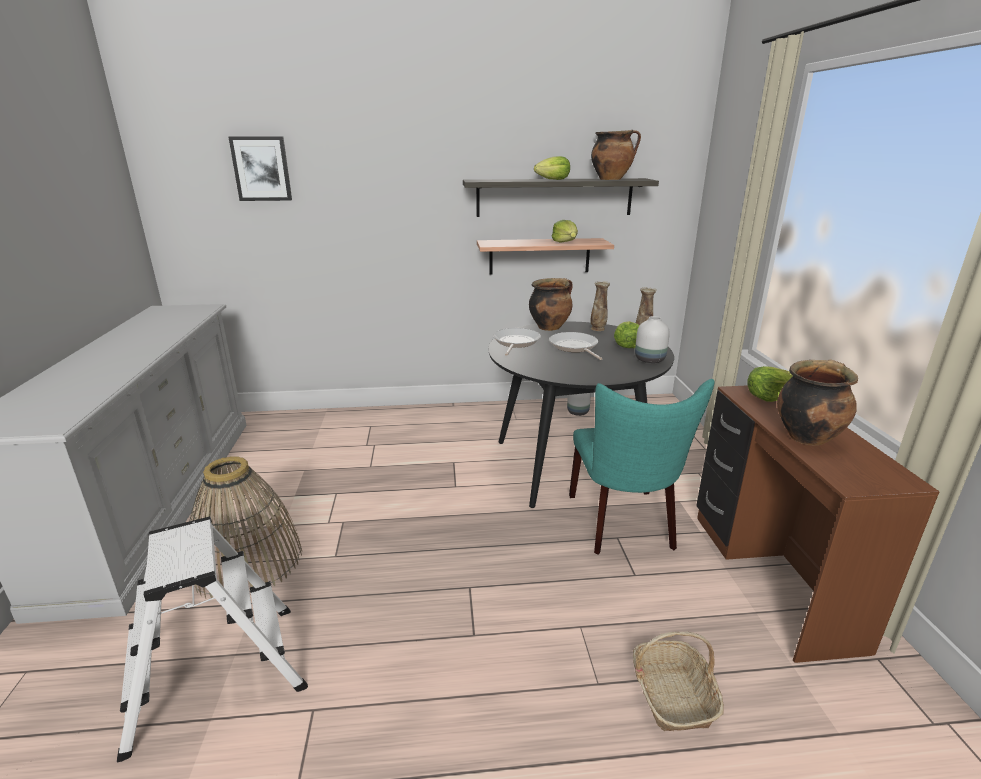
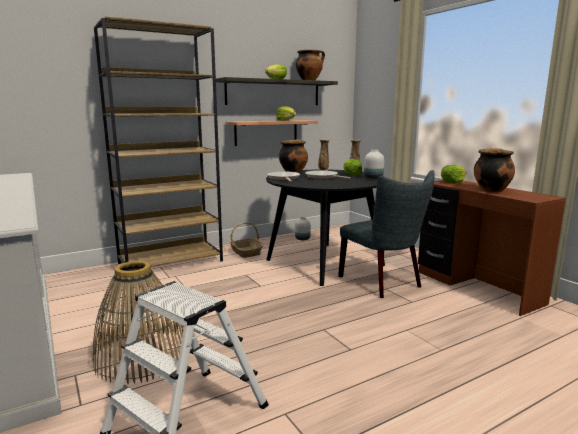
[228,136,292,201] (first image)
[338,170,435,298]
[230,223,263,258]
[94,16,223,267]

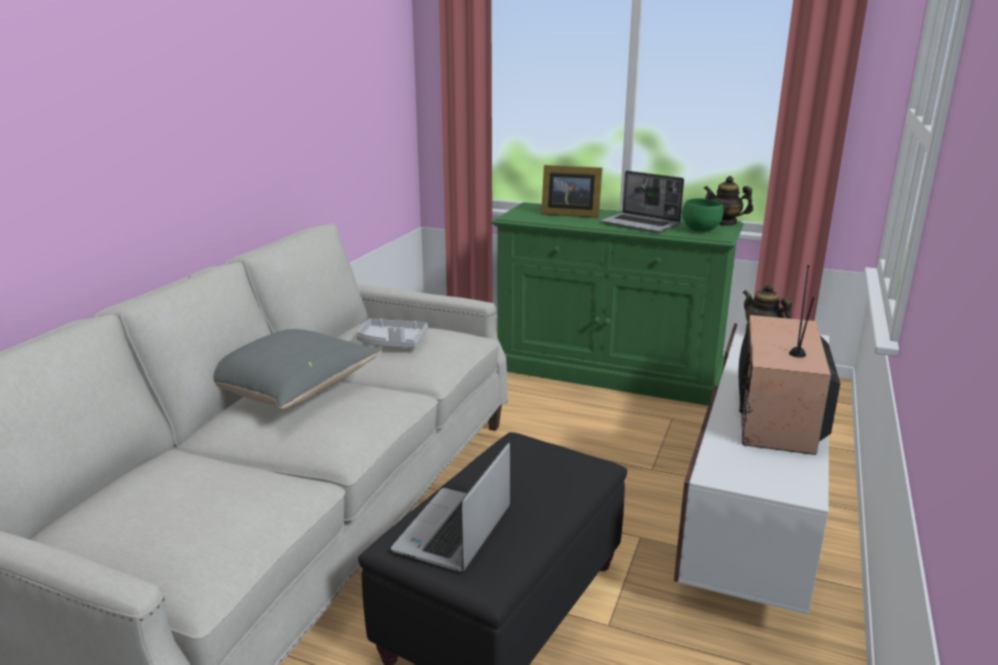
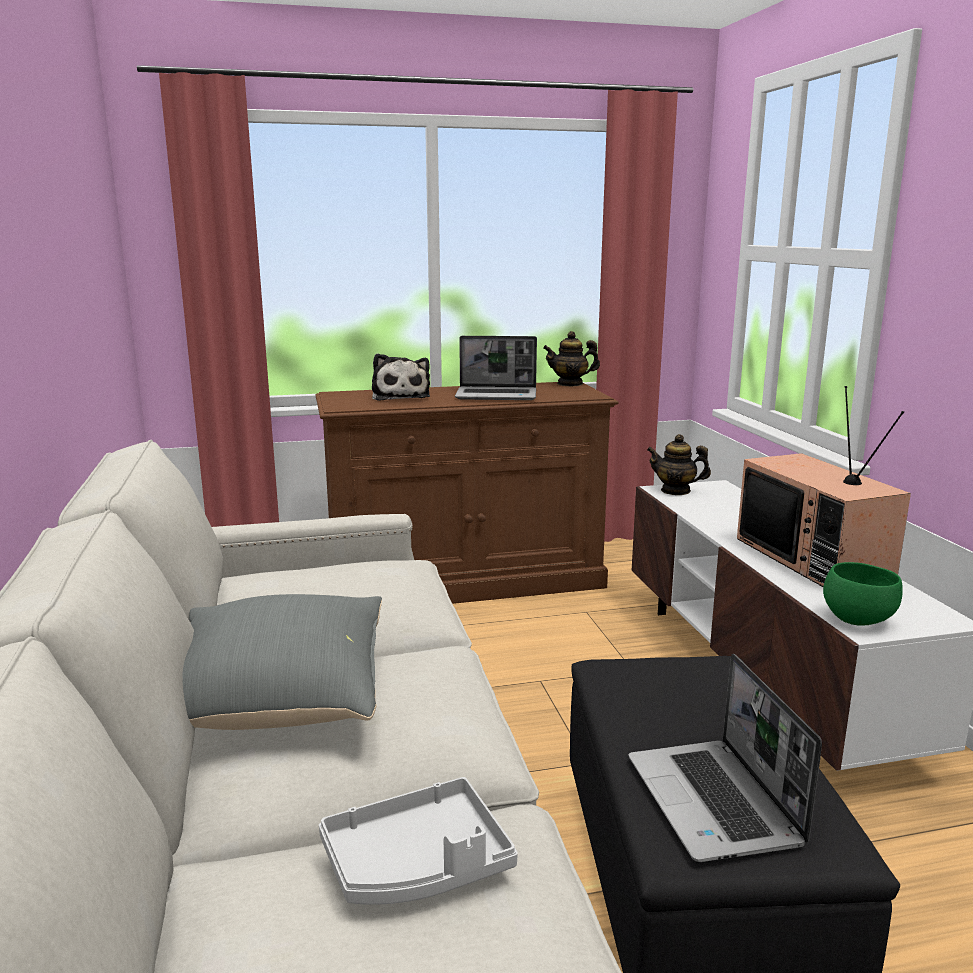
[319,777,518,905]
[315,382,619,604]
[372,353,430,401]
[823,562,903,626]

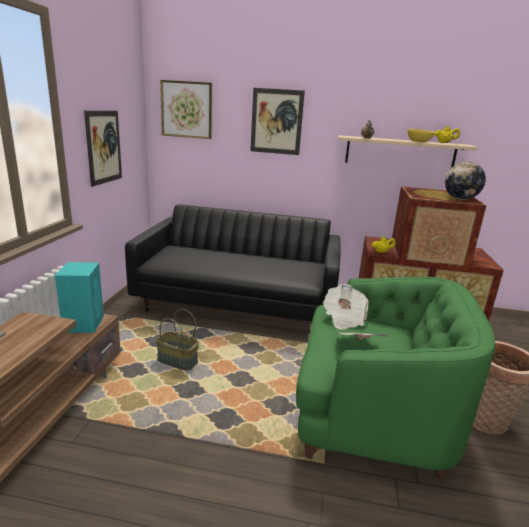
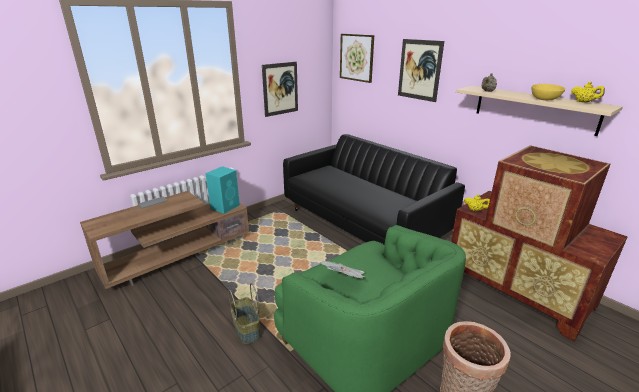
[228,283,261,344]
[323,284,369,329] (first image)
[445,162,486,200] (first image)

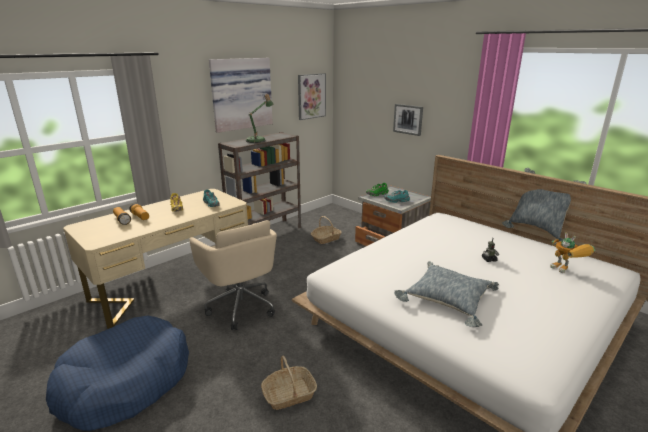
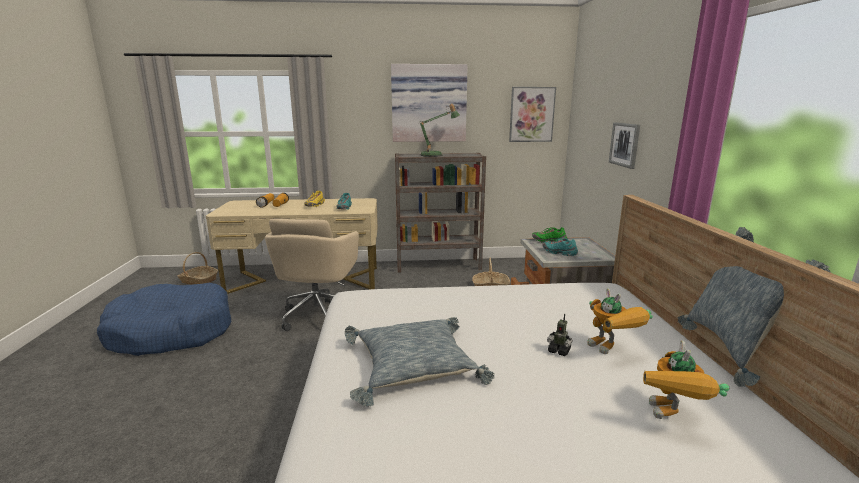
[178,252,218,285]
[587,288,653,354]

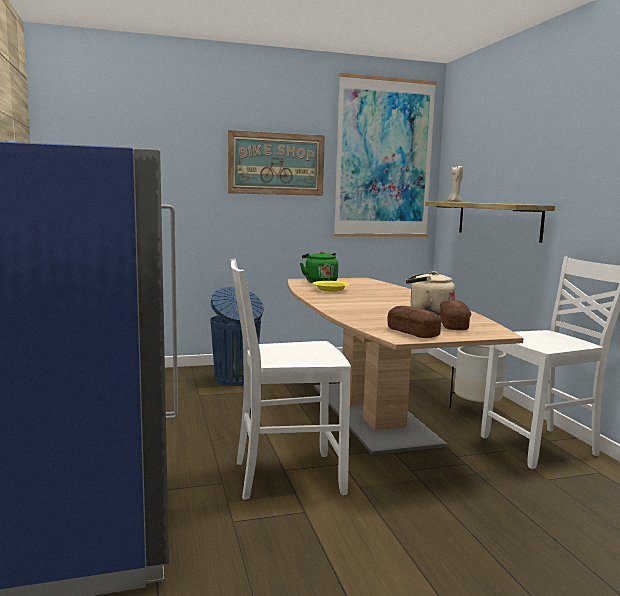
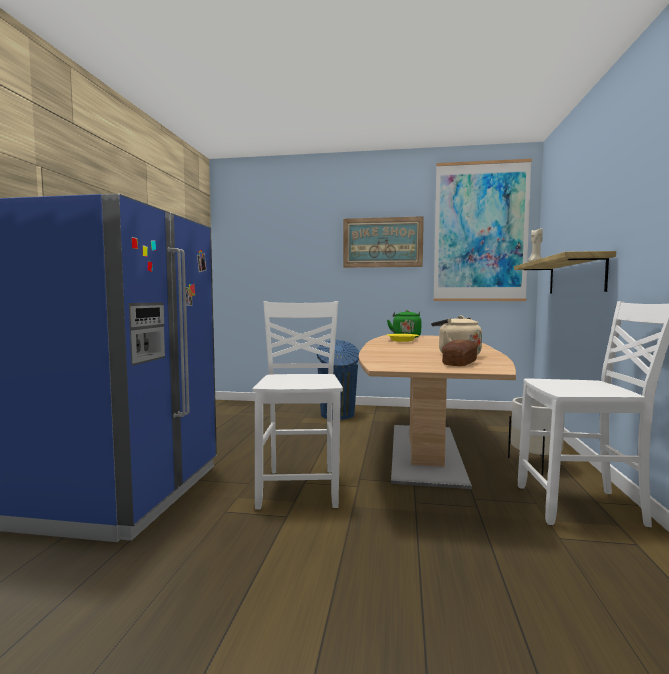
[253,301,343,510]
[387,306,442,338] (first image)

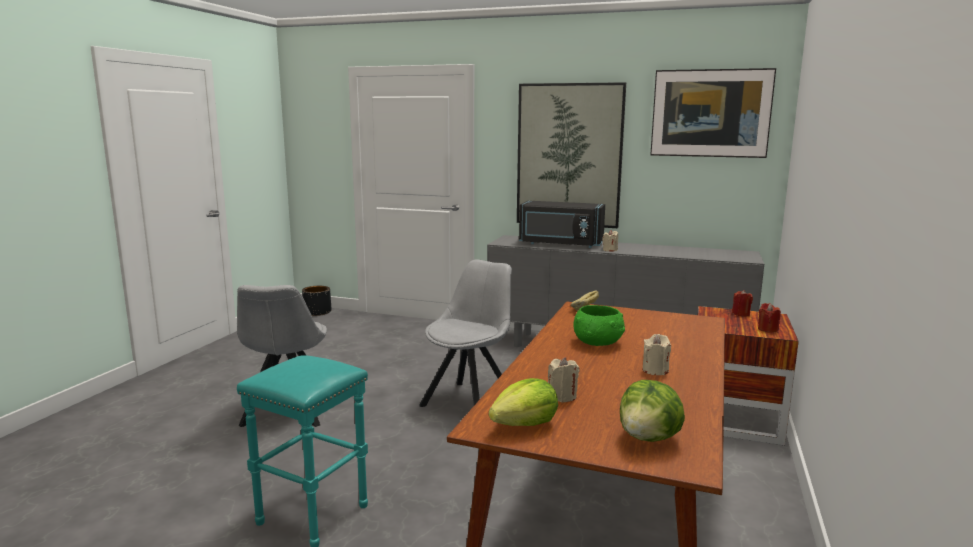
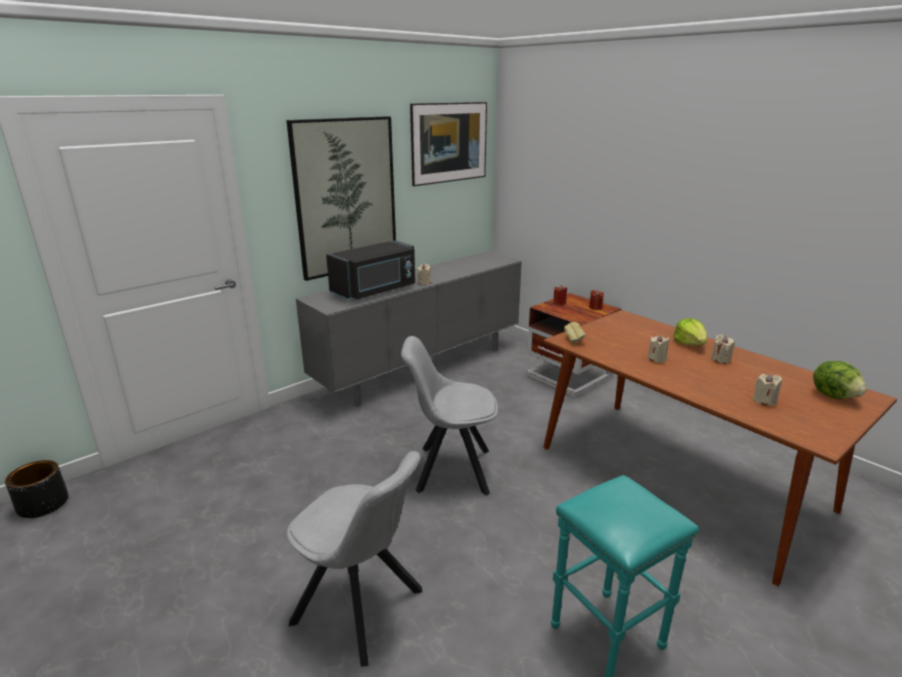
[401,336,498,495]
[673,318,707,346]
[648,335,670,363]

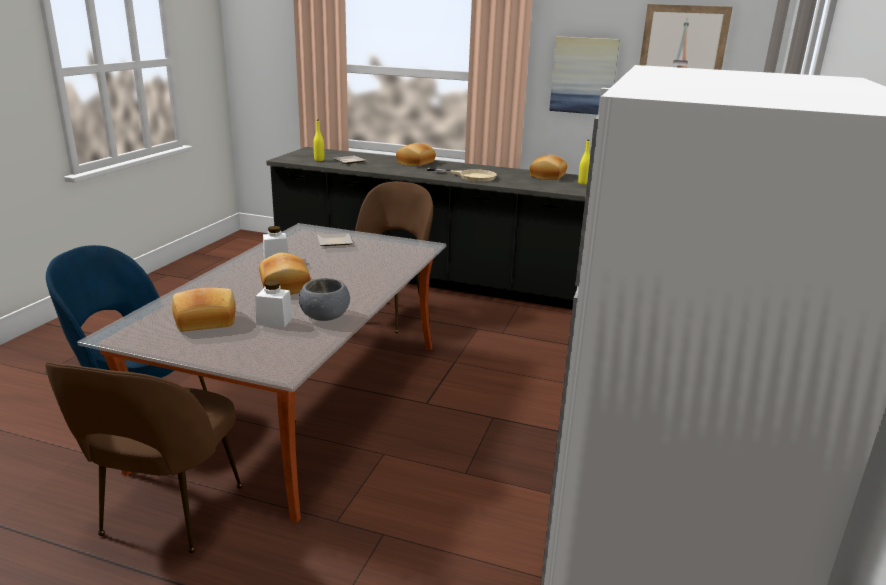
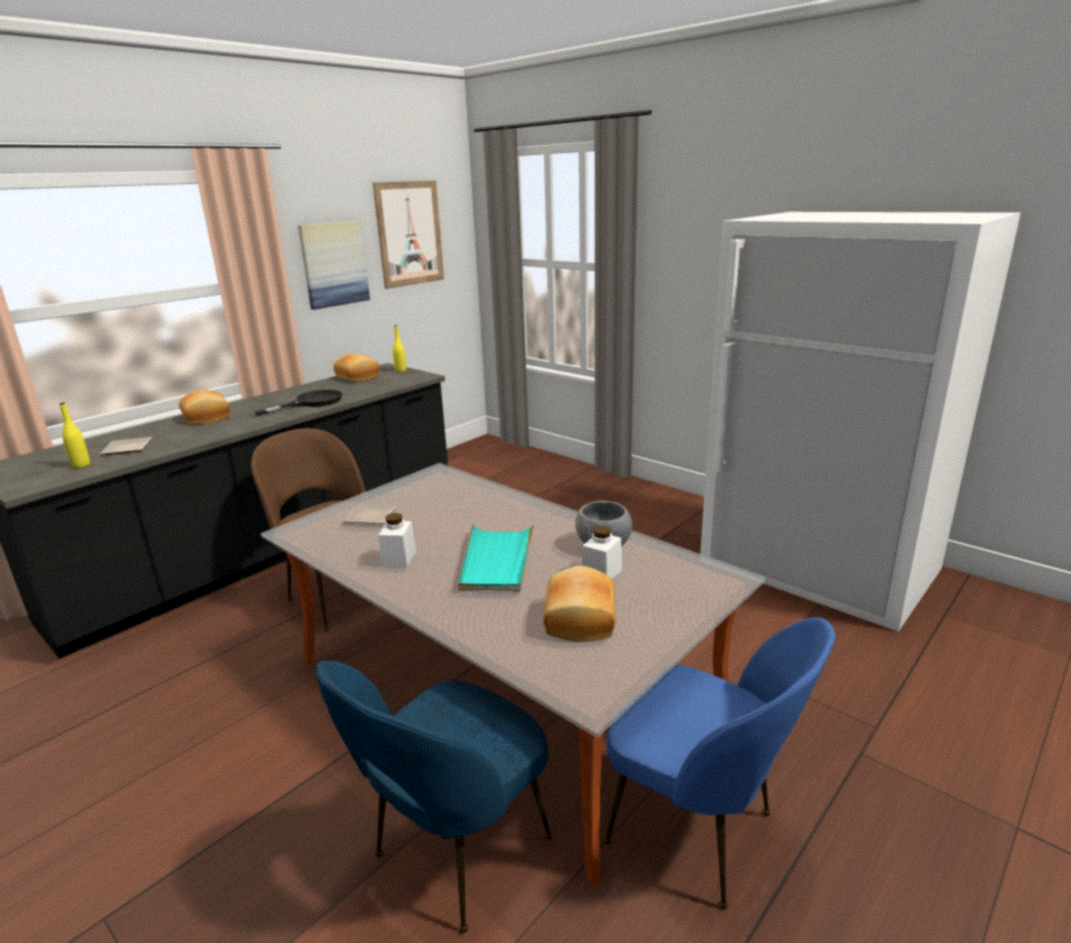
[604,618,835,909]
[458,523,535,592]
[255,390,342,416]

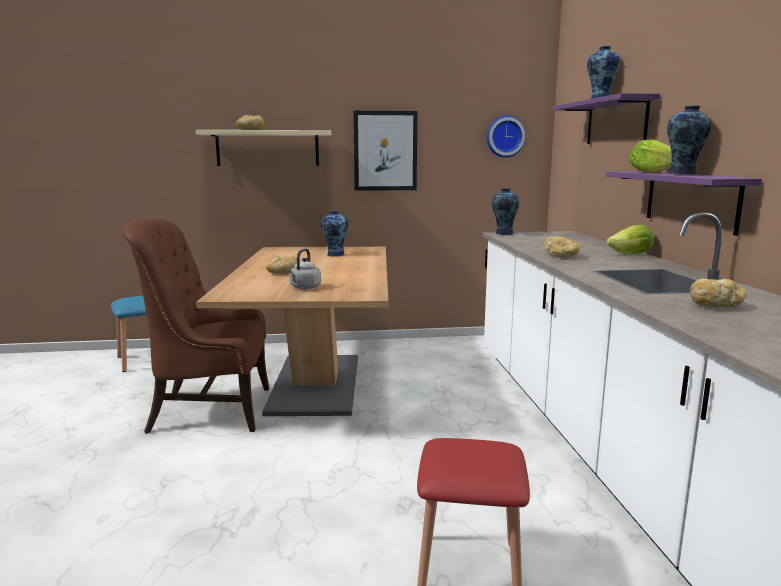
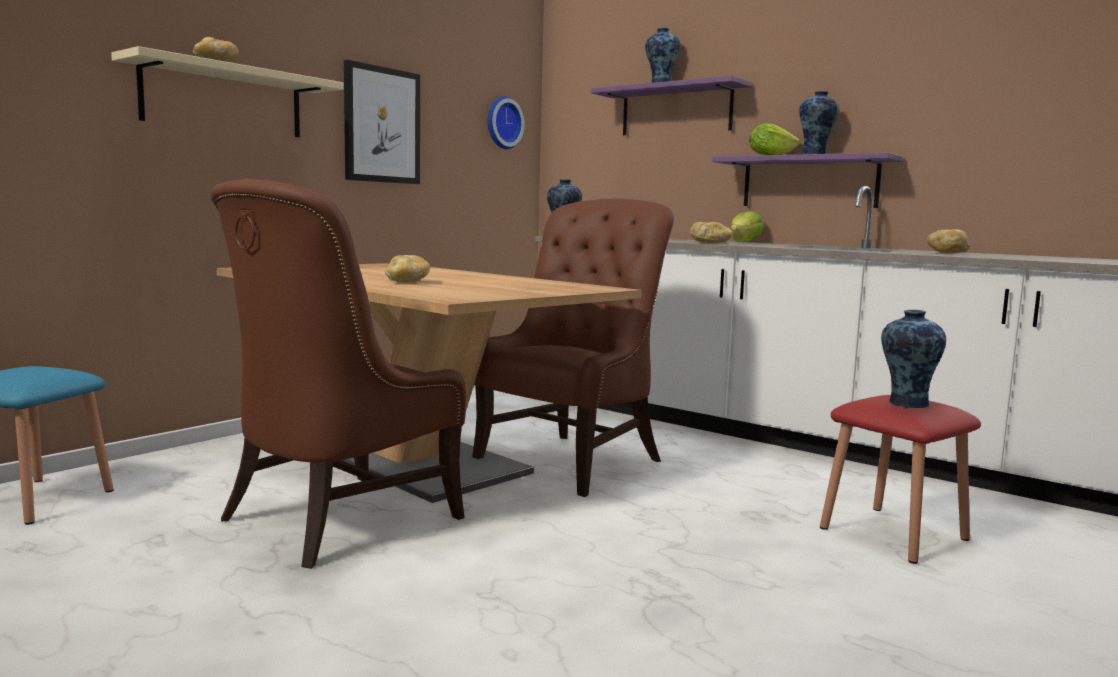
[289,249,321,289] (first image)
[881,310,946,408]
[472,198,674,497]

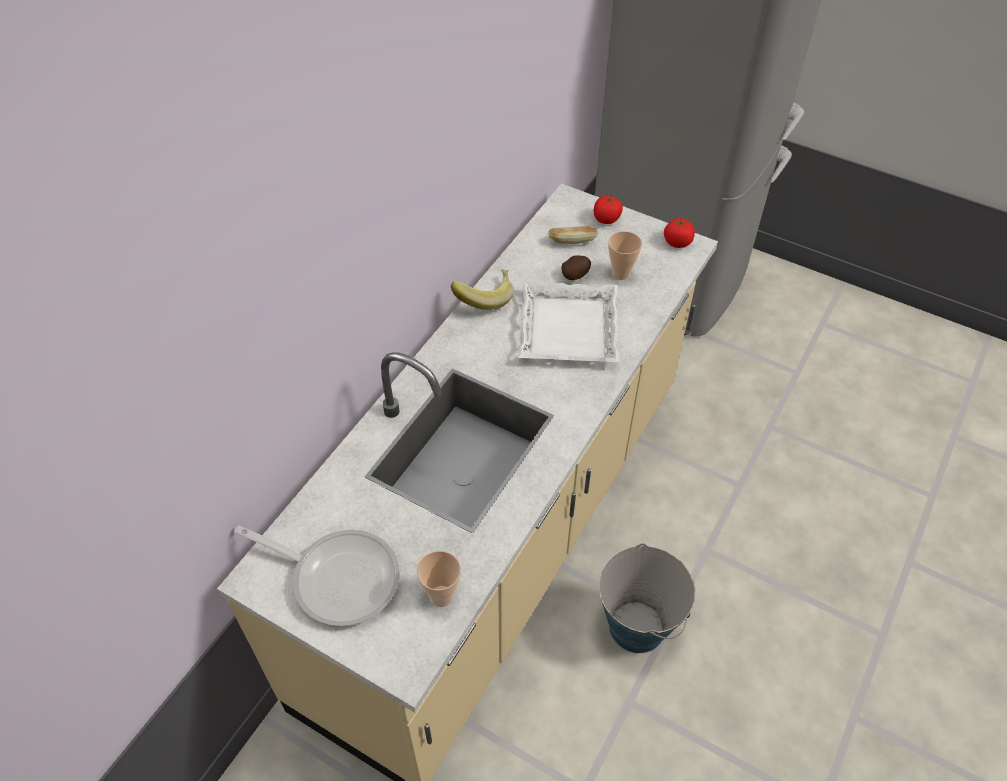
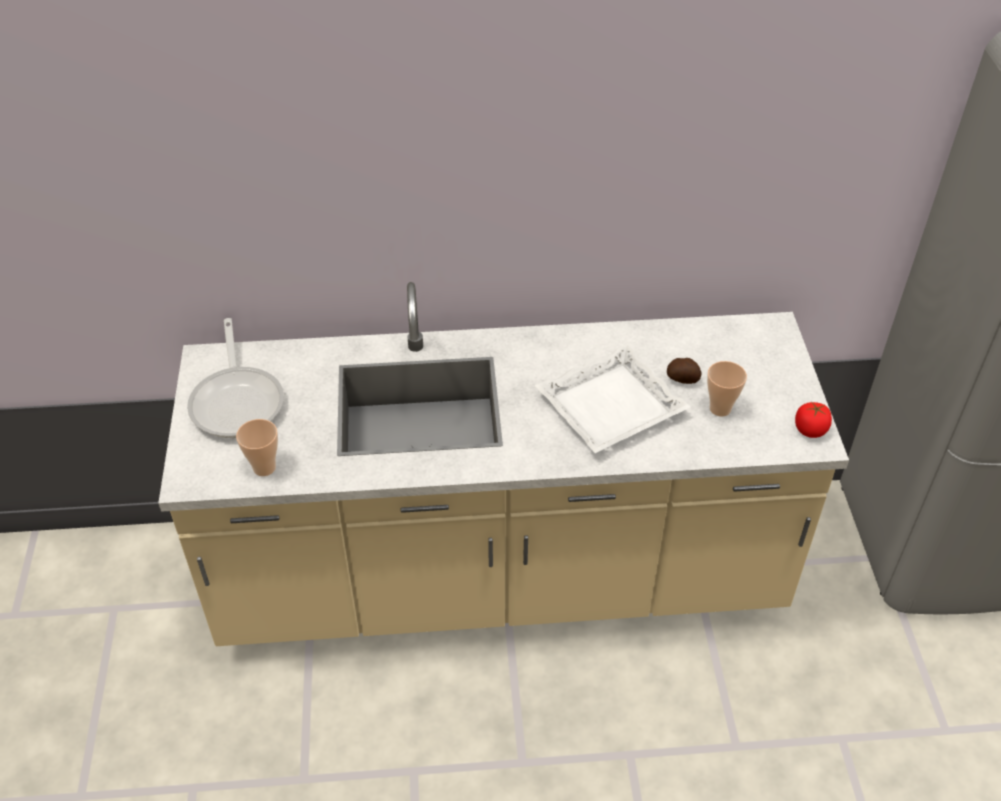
[451,269,514,310] (first image)
[548,226,598,244] (first image)
[594,196,623,224] (first image)
[599,543,696,653] (first image)

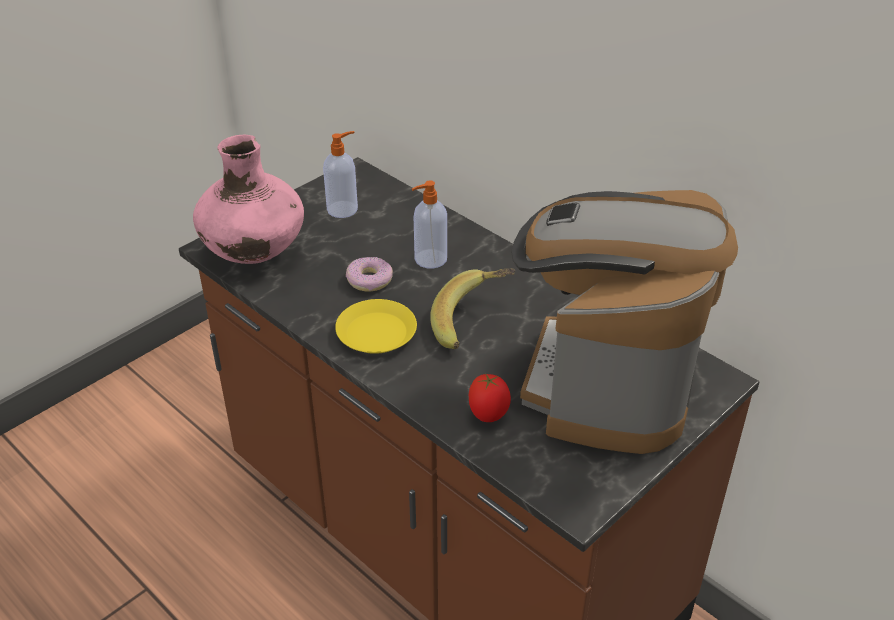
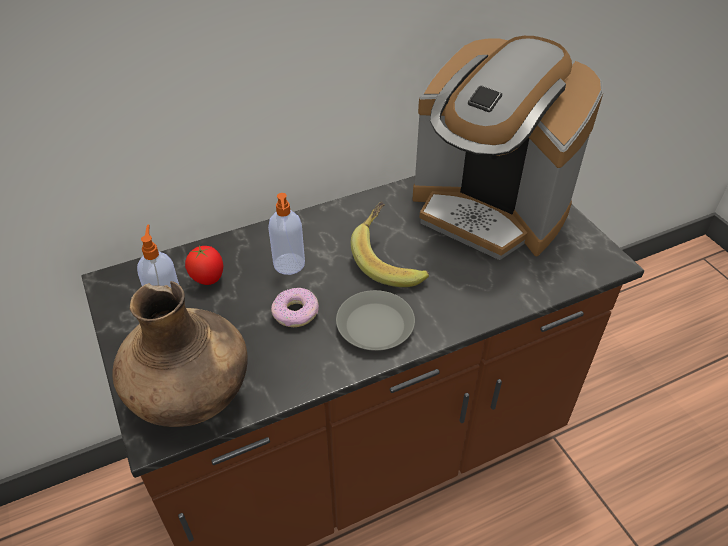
[112,281,248,427]
[336,290,415,351]
[185,245,223,285]

